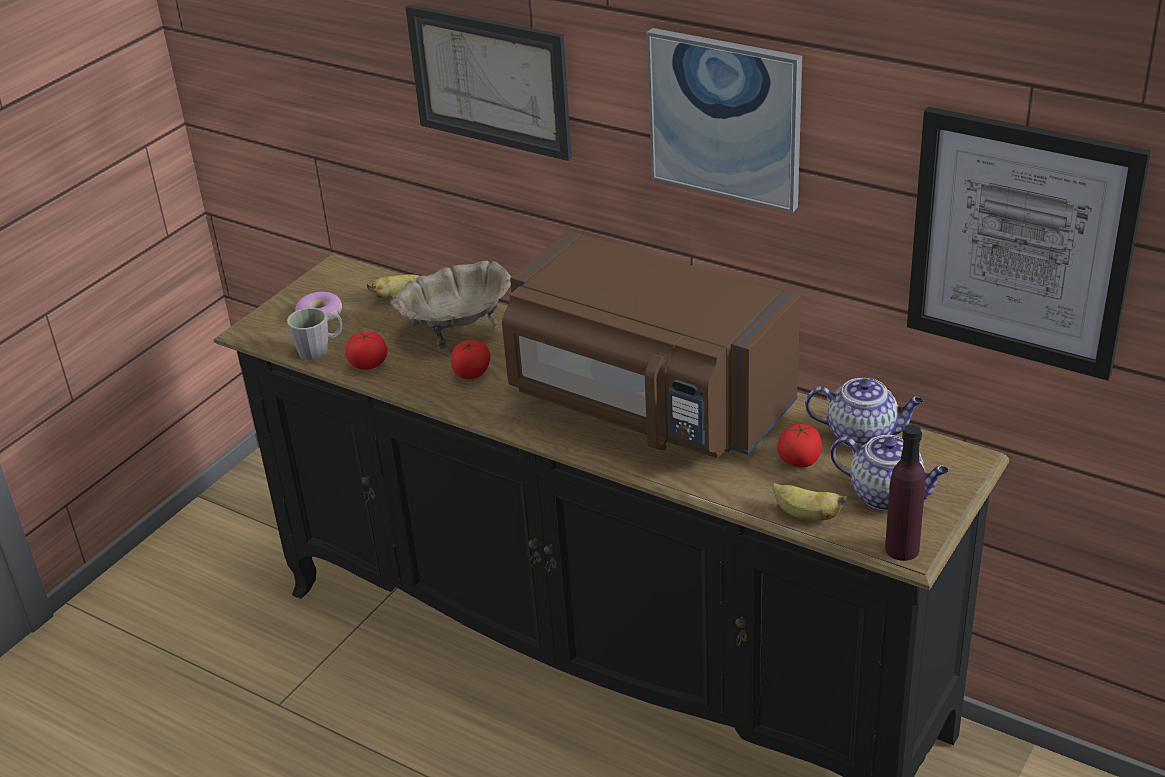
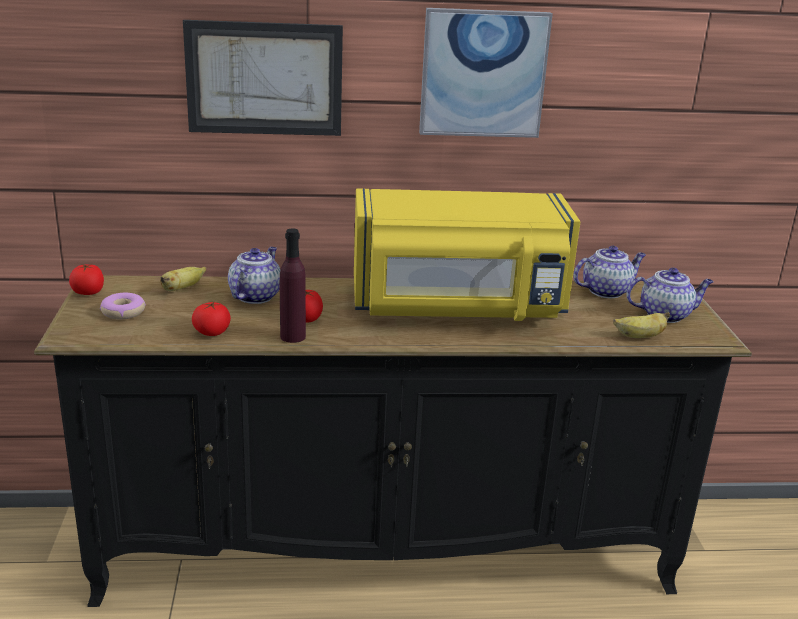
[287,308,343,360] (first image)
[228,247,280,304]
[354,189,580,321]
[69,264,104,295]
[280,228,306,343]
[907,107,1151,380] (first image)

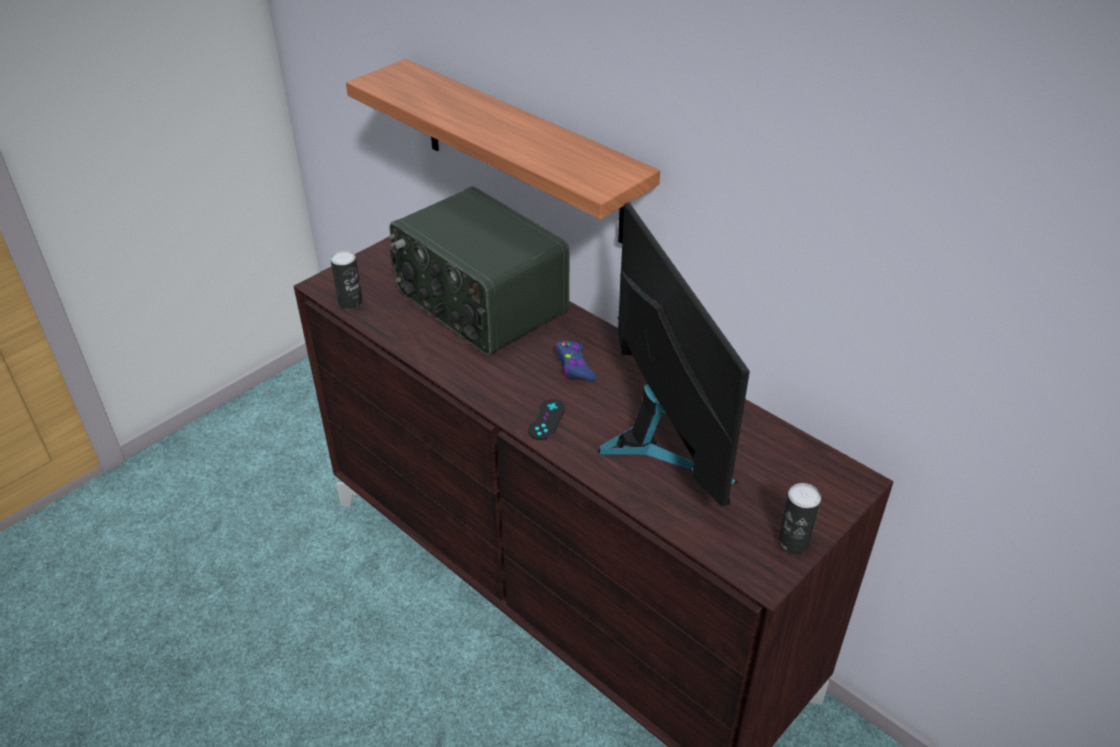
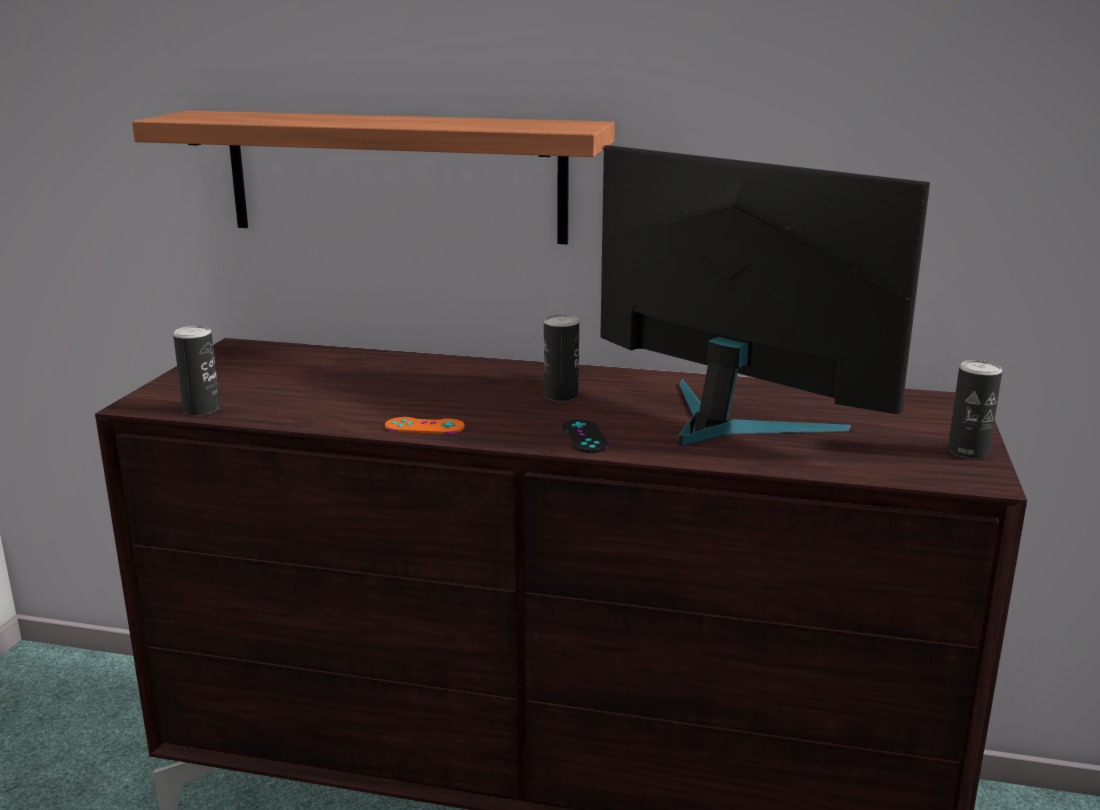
[389,186,570,355] (first image)
[544,315,579,401]
[385,417,465,434]

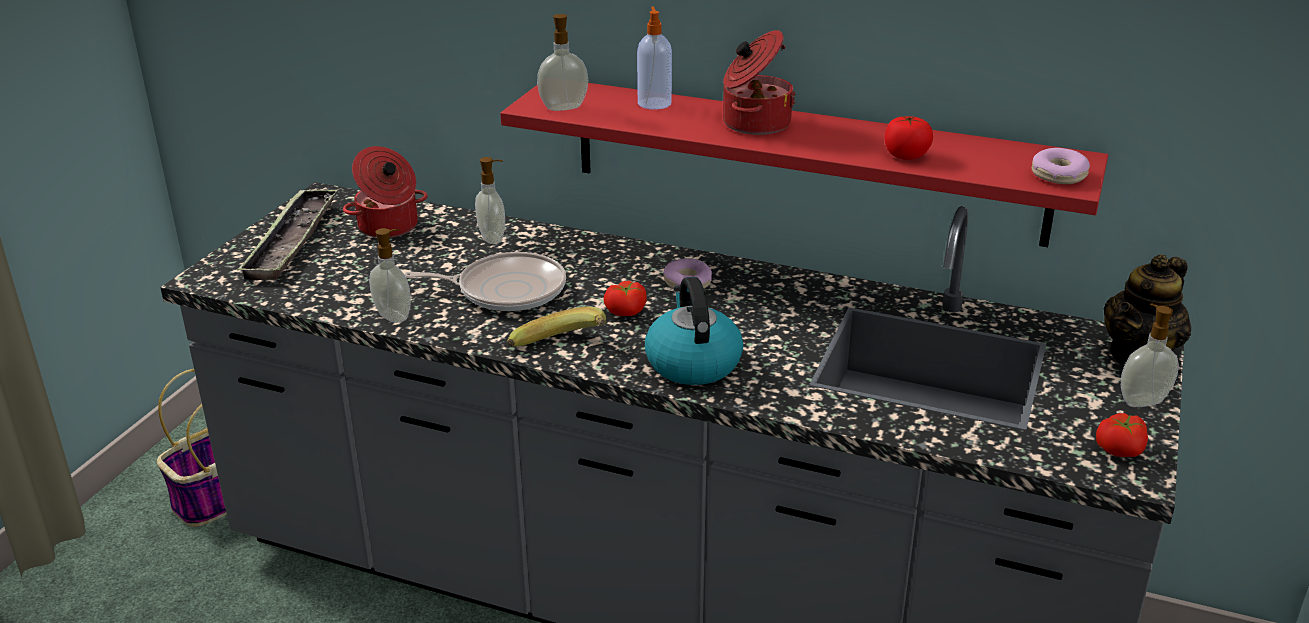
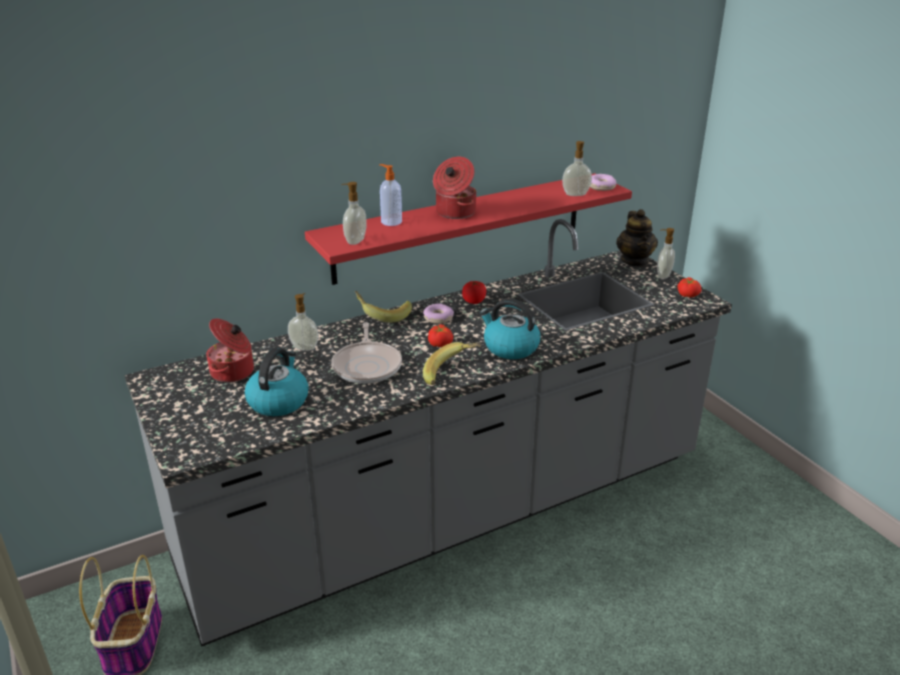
[237,189,338,280] (first image)
[562,141,592,196]
[331,322,402,384]
[462,281,486,304]
[244,347,308,416]
[355,291,412,323]

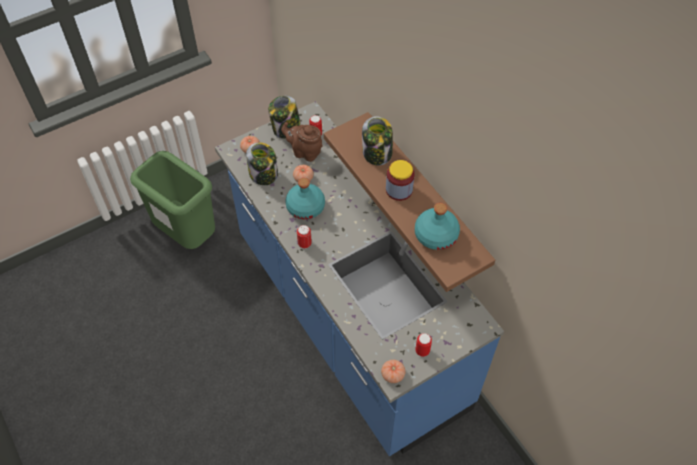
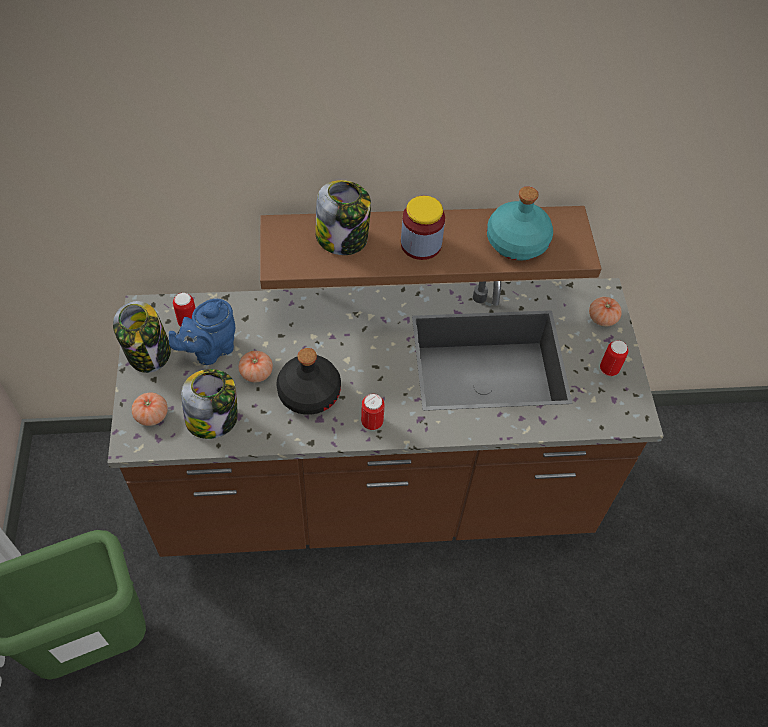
[108,278,664,557]
[169,299,235,365]
[276,348,341,415]
[589,297,622,326]

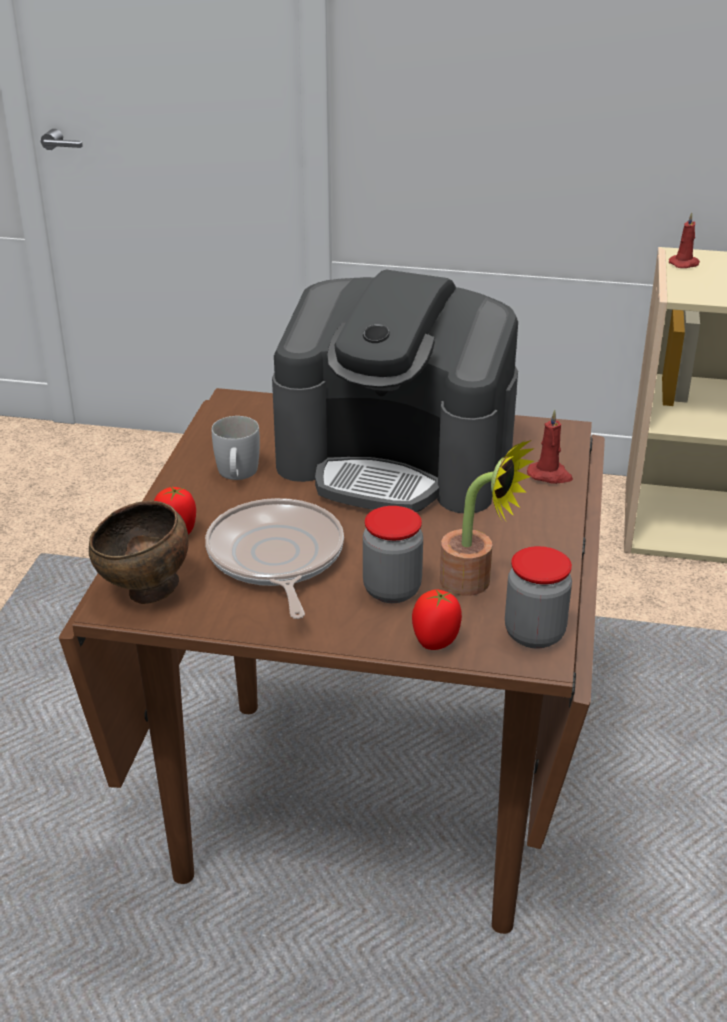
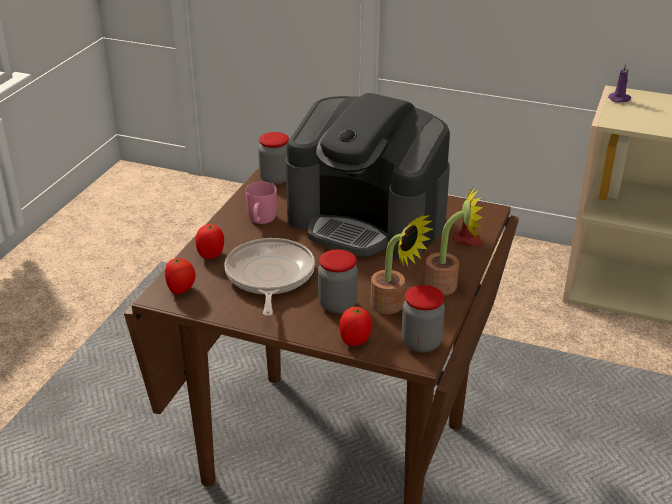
[165,258,196,295]
[245,182,277,224]
[608,63,631,103]
[258,132,289,185]
[425,186,483,295]

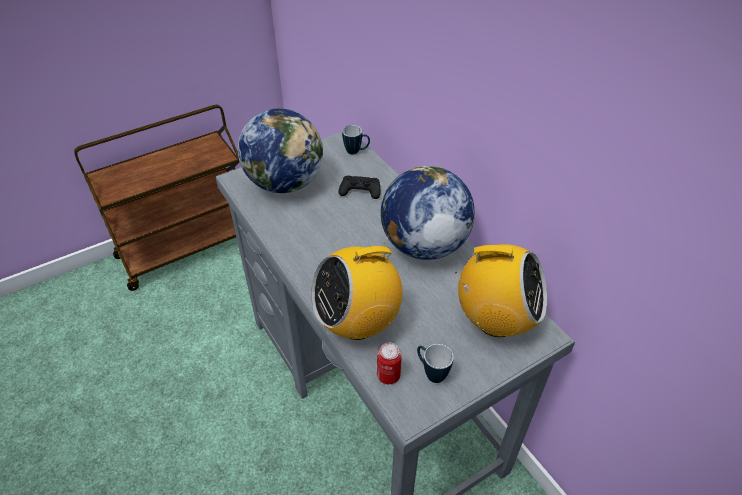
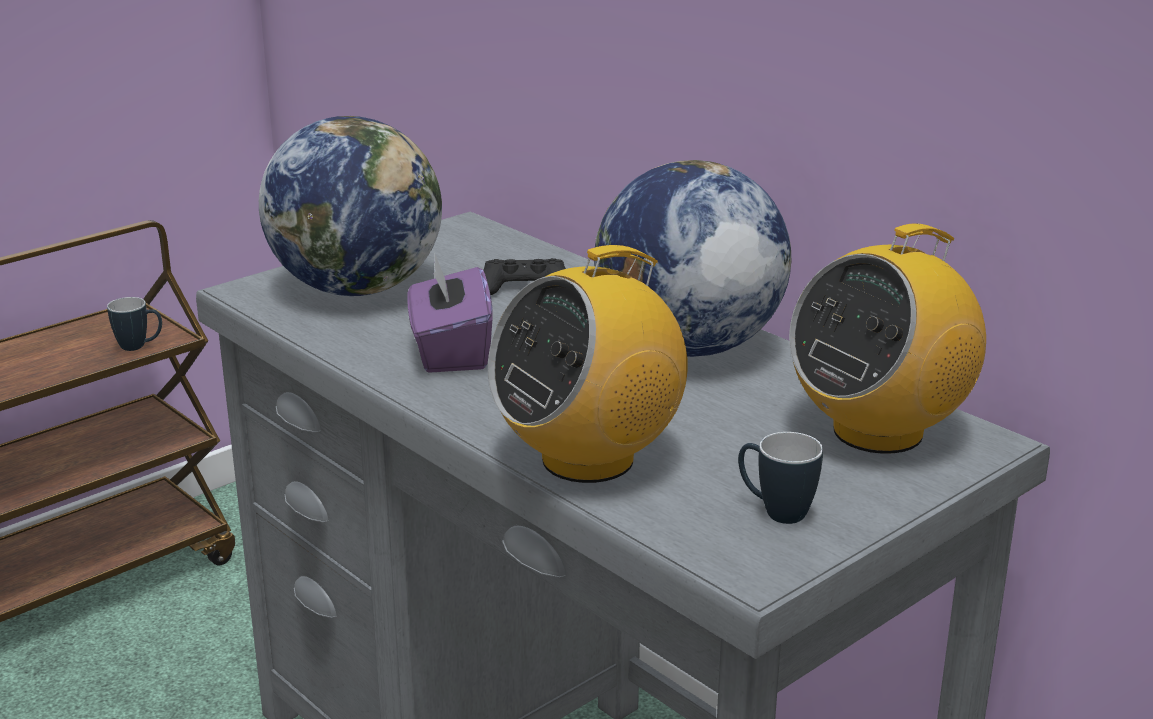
[107,297,162,351]
[377,343,402,384] (first image)
[789,223,986,454]
[407,255,493,373]

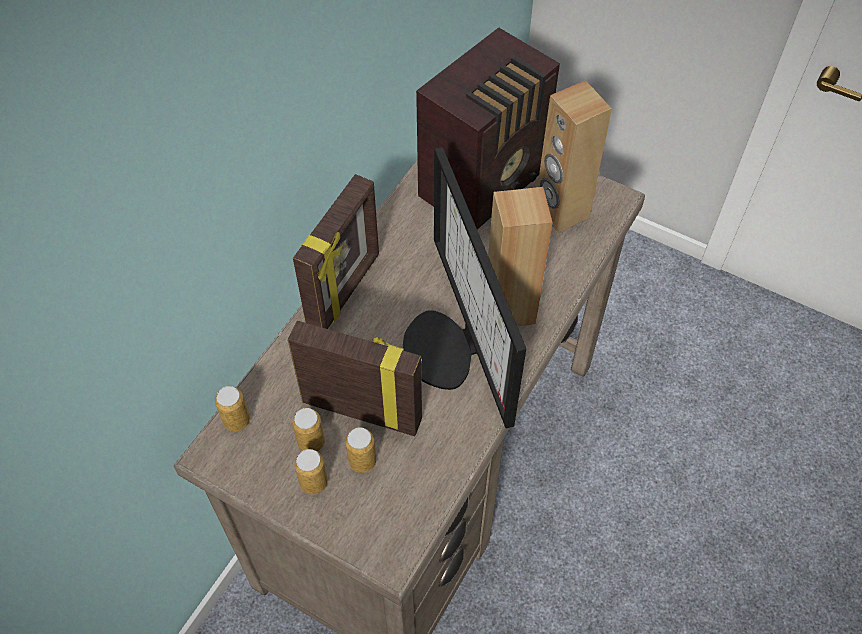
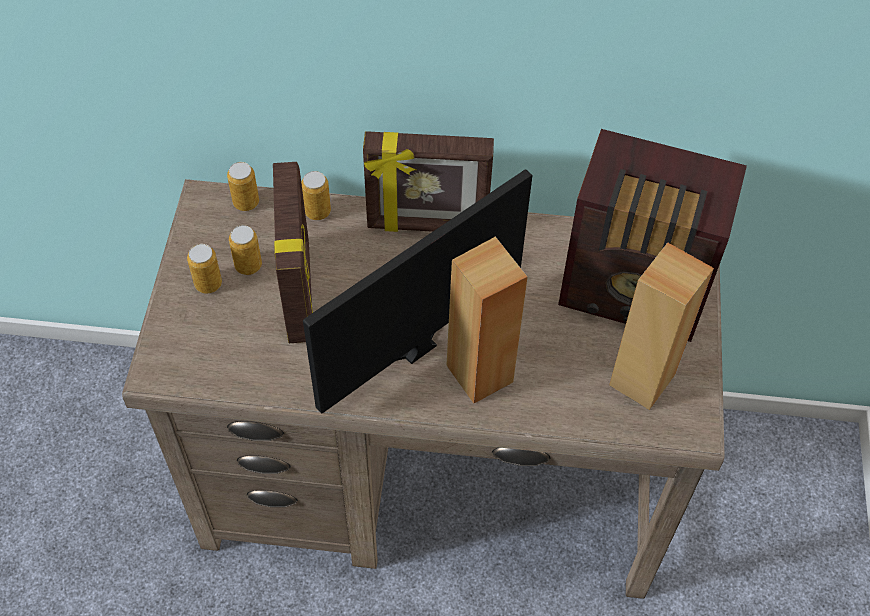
[301,171,331,220]

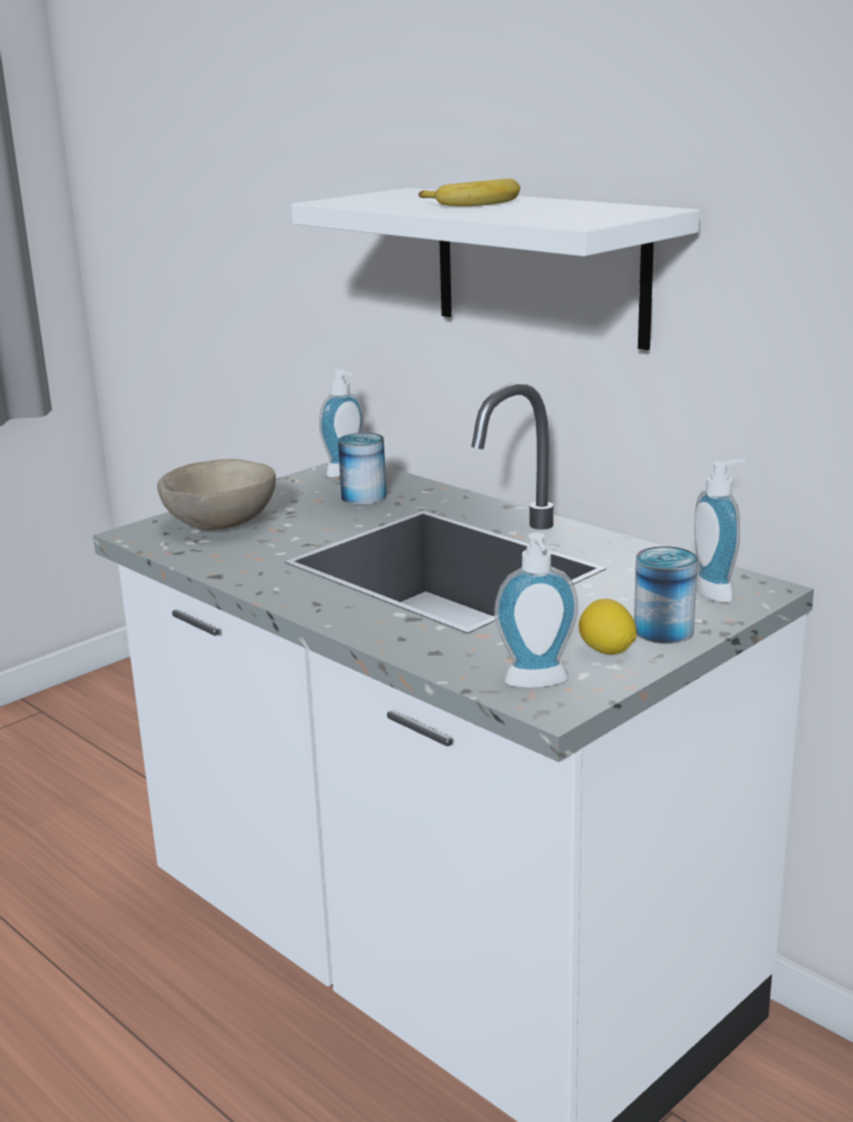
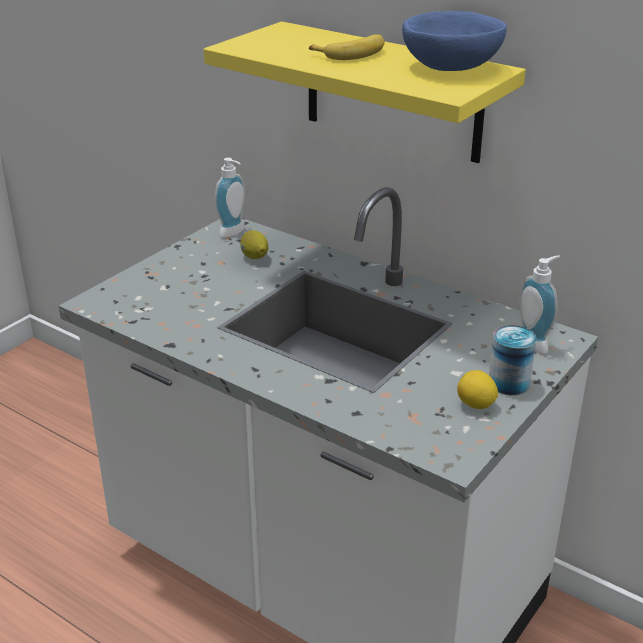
[157,459,276,530] (first image)
[203,21,526,163]
[240,230,268,259]
[494,533,578,688] (first image)
[402,11,507,71]

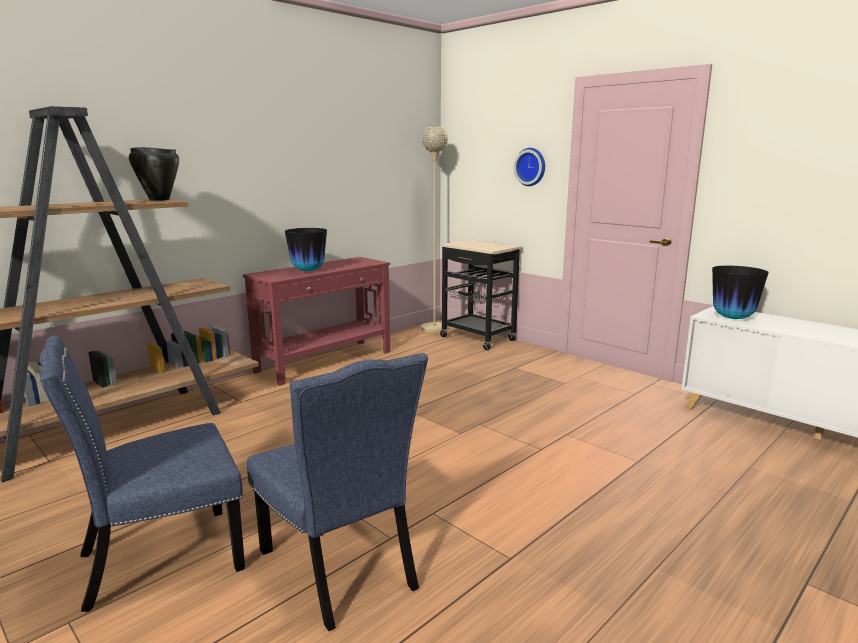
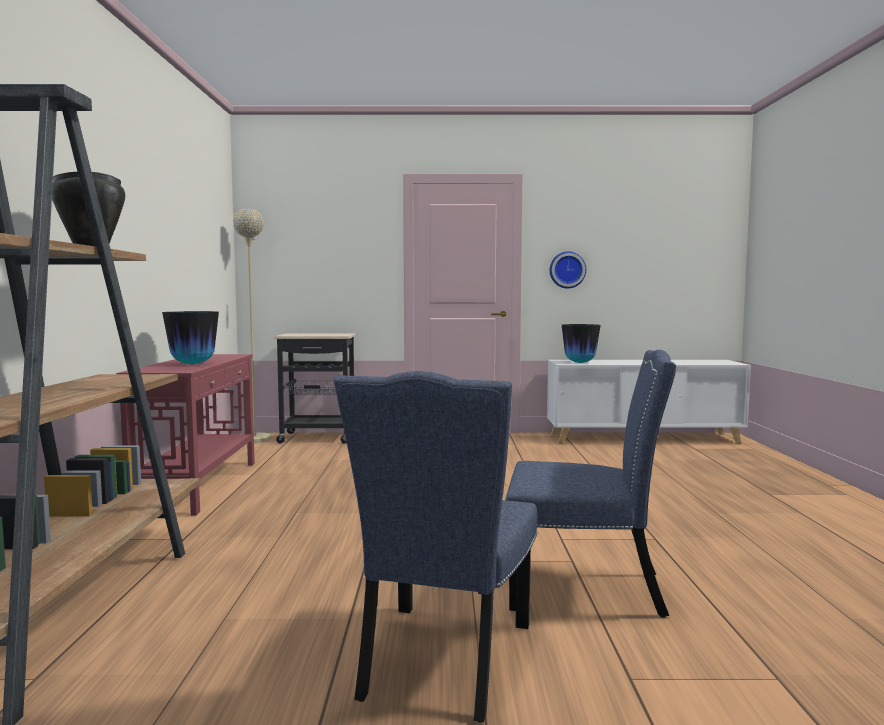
[550,251,586,288]

